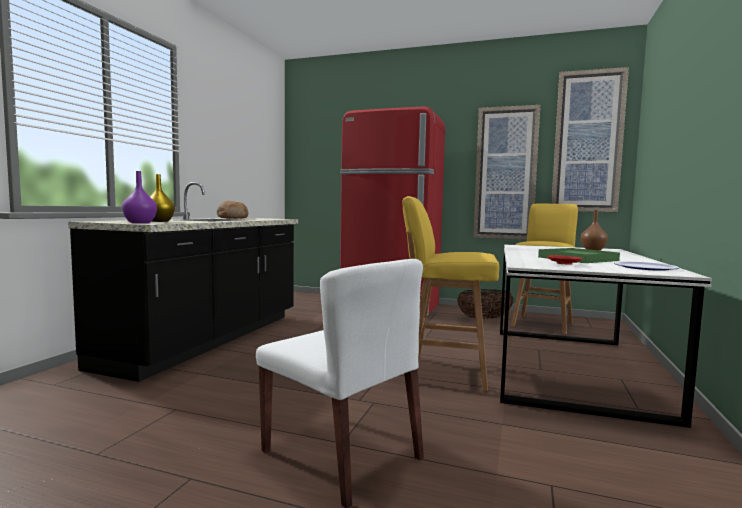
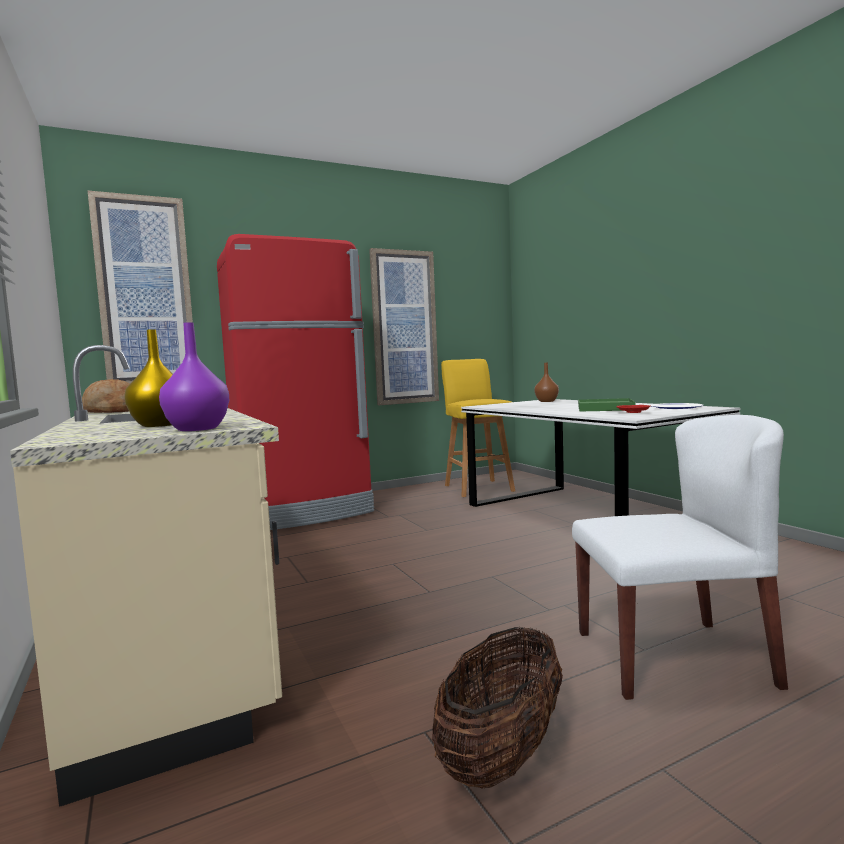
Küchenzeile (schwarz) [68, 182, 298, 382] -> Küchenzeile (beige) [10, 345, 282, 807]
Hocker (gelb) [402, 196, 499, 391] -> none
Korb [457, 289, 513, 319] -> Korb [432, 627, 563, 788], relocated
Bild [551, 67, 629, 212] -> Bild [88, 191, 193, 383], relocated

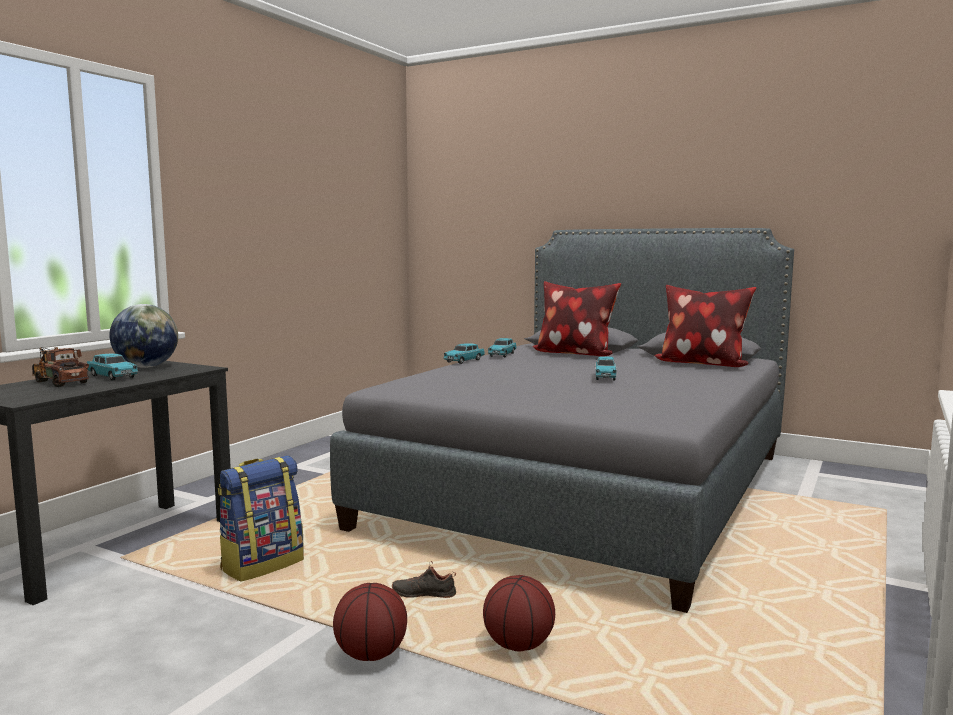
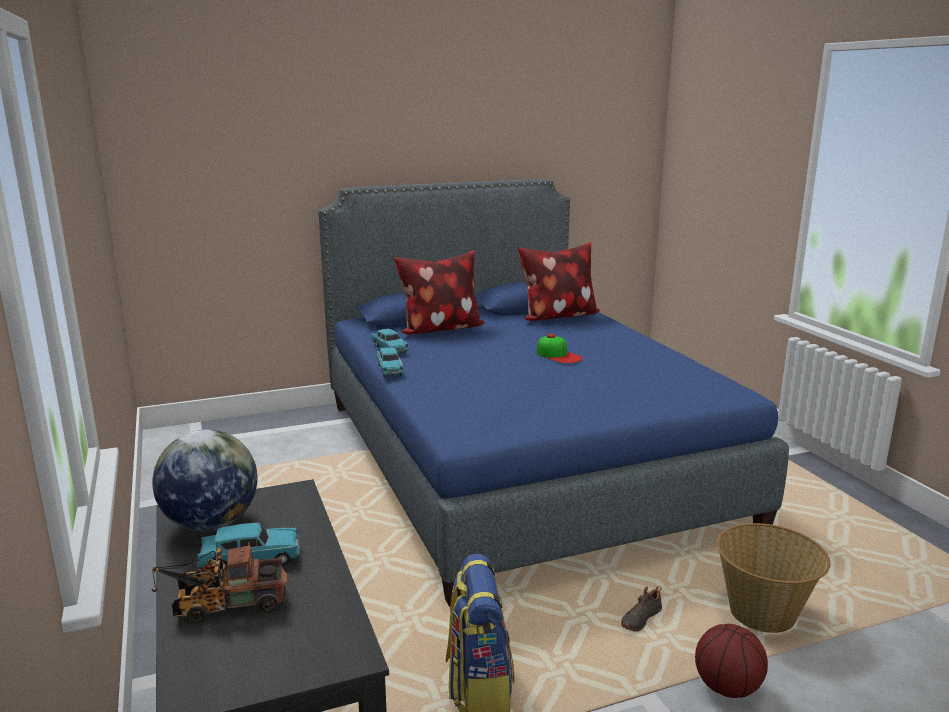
Bett (grau) [330, 228, 794, 613] -> Bett (blau) [318, 179, 789, 607]
Basketball [483, 575, 555, 651] -> Korb [717, 523, 830, 633]
Spielzeugauto (türkis) [596, 356, 617, 380] -> Kappe [536, 334, 582, 363]

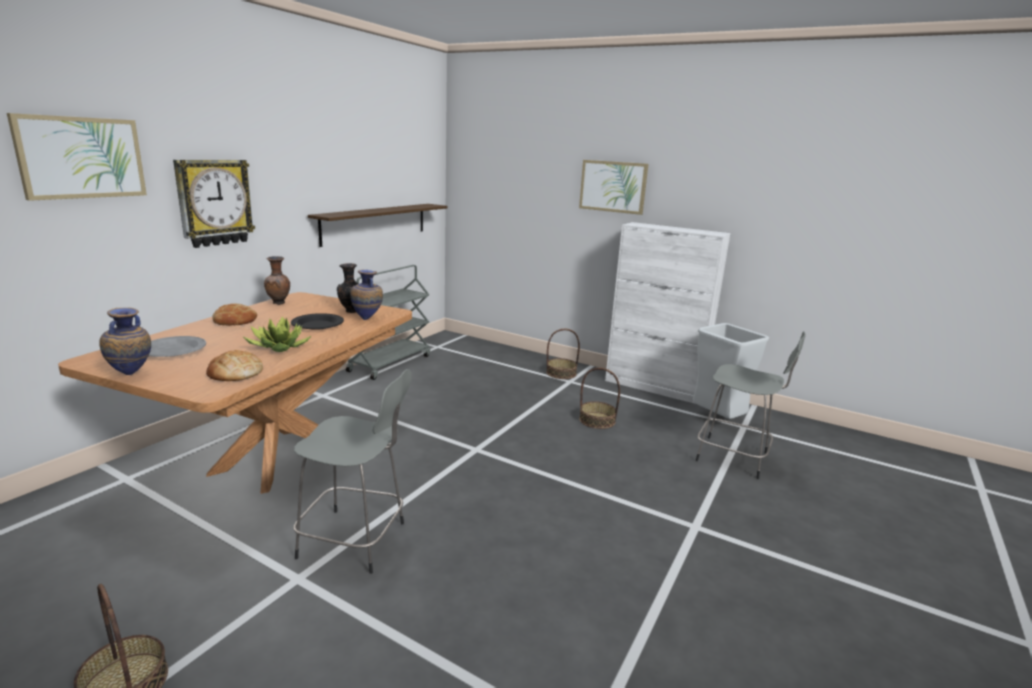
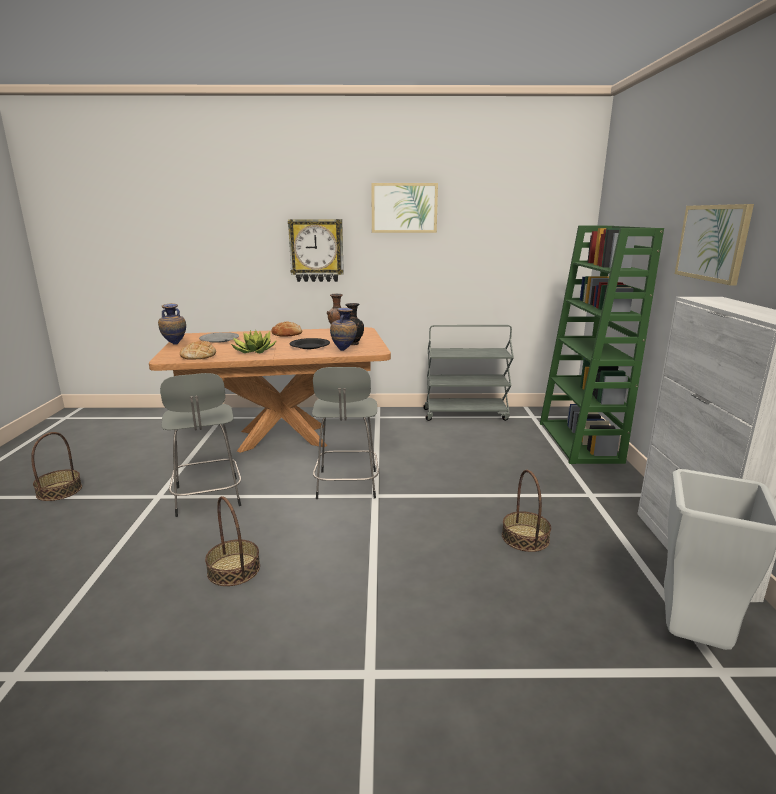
Bild [7, 113, 147, 201] -> Bild [371, 183, 438, 233], relocated
Wandregal [308, 204, 447, 247] -> none
Korb [546, 329, 580, 379] -> Korb [205, 496, 260, 586], relocated
Hocker (grau) [695, 331, 806, 479] -> Hocker (grau) [312, 367, 379, 499], relocated
none -> Bücherregal (grün) [540, 226, 664, 464]

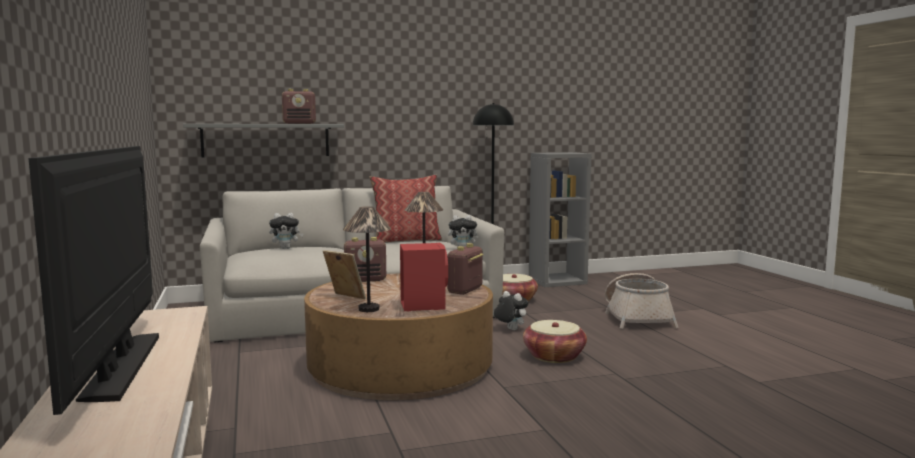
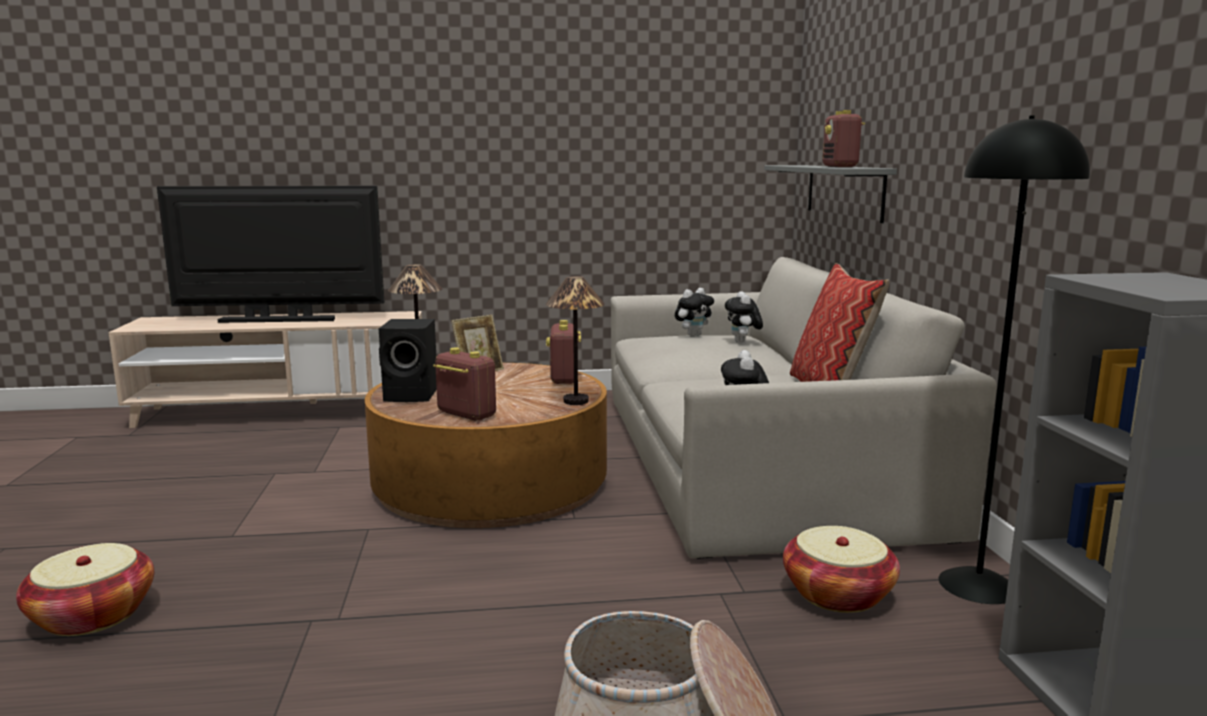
Lautsprecher (rot) [400, 243, 448, 311] -> Lautsprecher (schwarz) [379, 319, 437, 402]
Plüschtier [494, 291, 529, 330] -> Plüschtier [675, 288, 714, 337], relocated
Korb [523, 320, 587, 363] -> Korb [16, 543, 154, 636], relocated

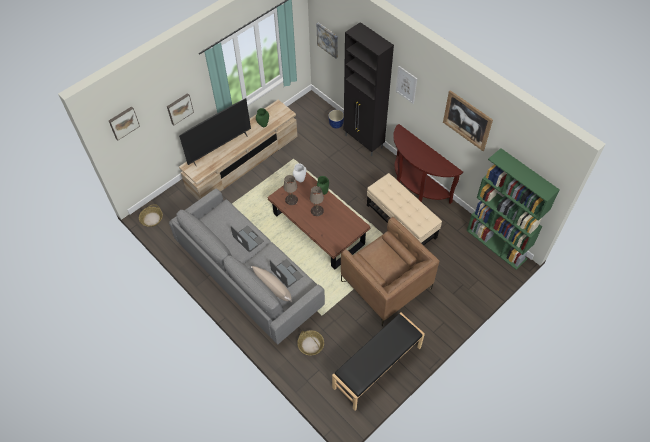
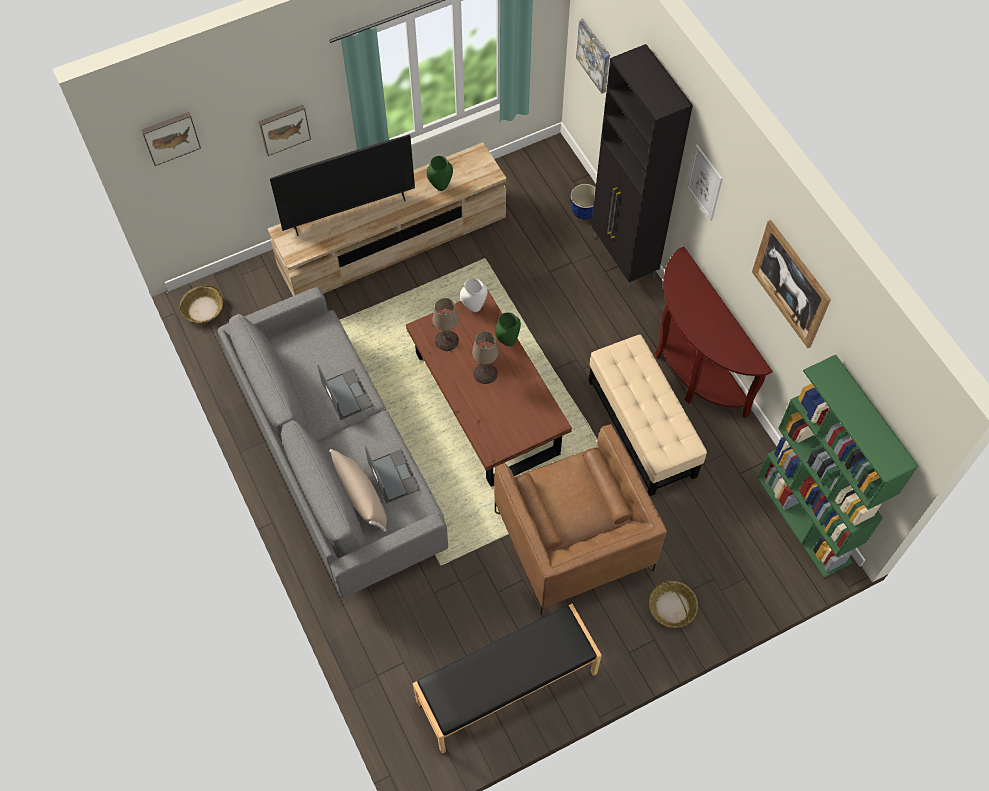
Korb [297, 330, 324, 356] -> Korb [649, 580, 698, 628], relocated

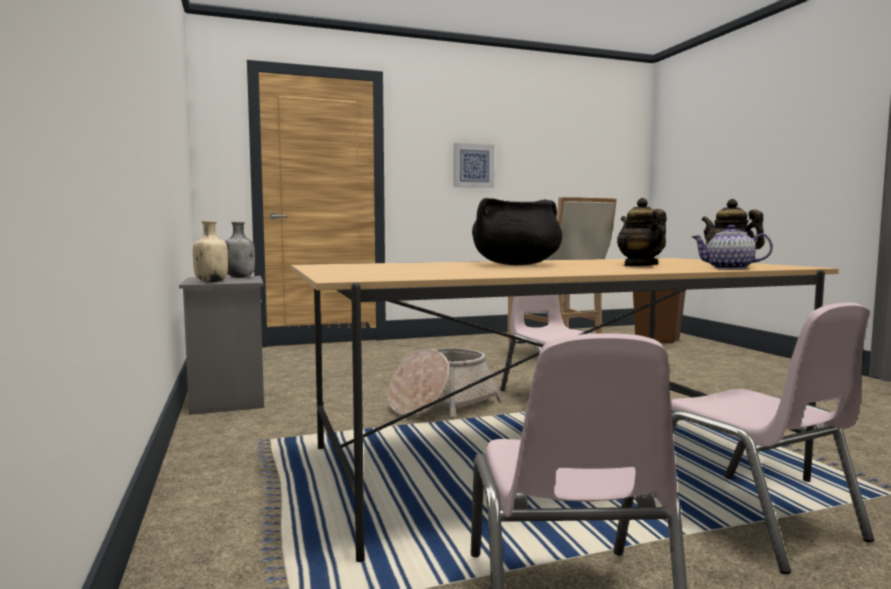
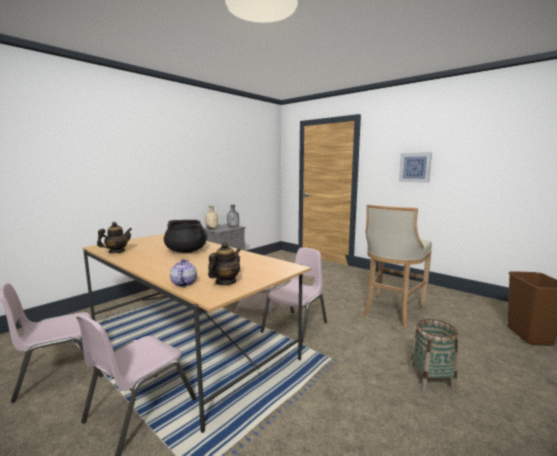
Teekanne [617, 198, 667, 266] -> Teekanne [97, 222, 132, 253], relocated
none -> Korb [409, 319, 458, 393]

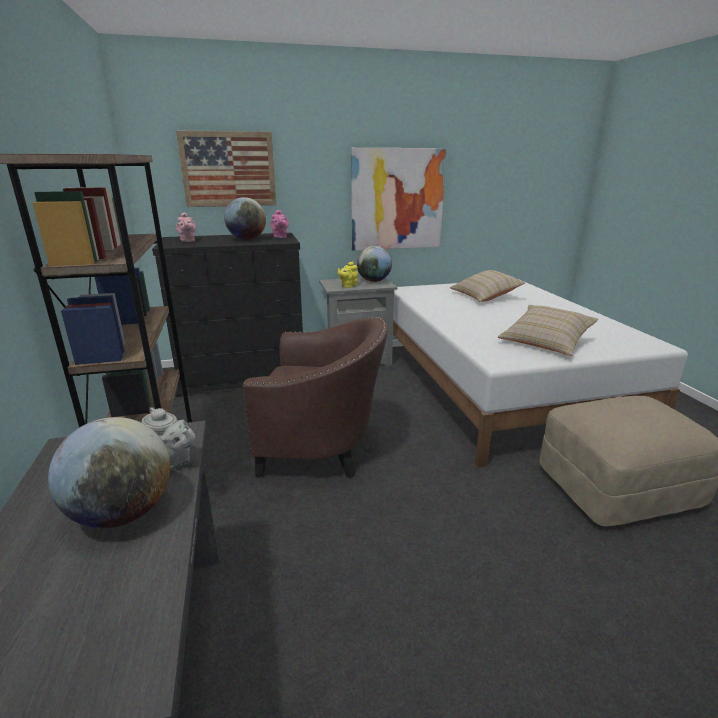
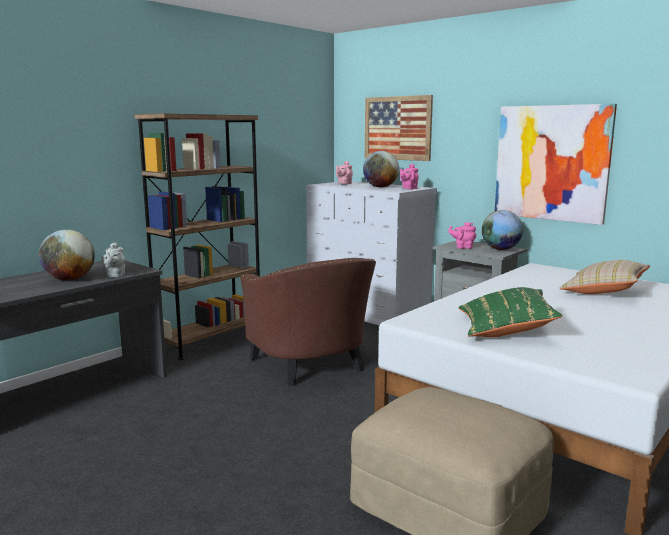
Kommode (schwarz) [152, 233, 303, 397] -> Kommode (weiß) [306, 182, 437, 325]
Teekanne (gelb) [338, 262, 358, 288] -> Teekanne (rosa) [448, 222, 476, 249]
Kissen (beige) [498, 305, 598, 356] -> Kissen (grün) [459, 287, 562, 337]

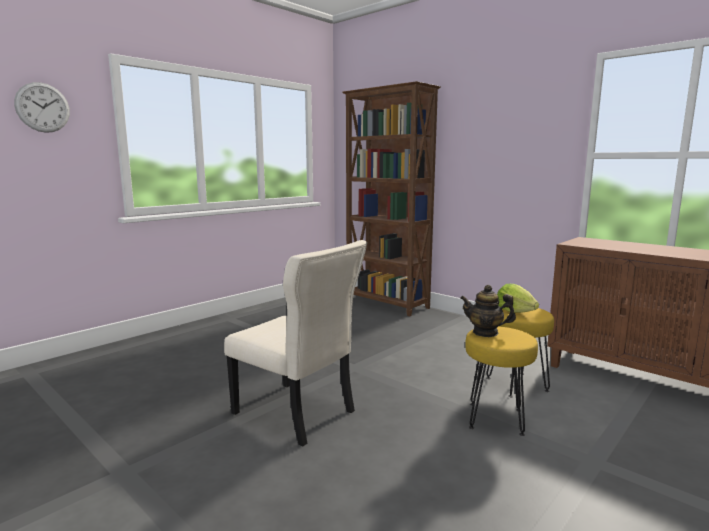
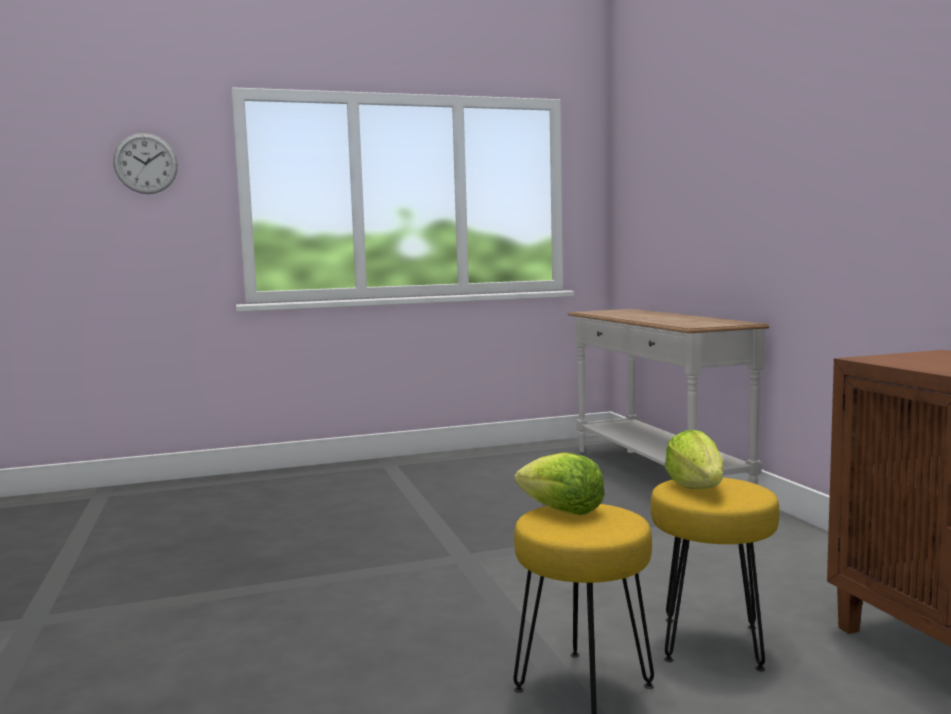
Stuhl (beige) [224, 240, 367, 447] -> none
Bücherregal (braun) [342, 81, 441, 316] -> Konsolentisch (weiß) [568, 309, 769, 485]
Teekanne [460, 285, 516, 337] -> Salatkopf [515, 452, 605, 515]

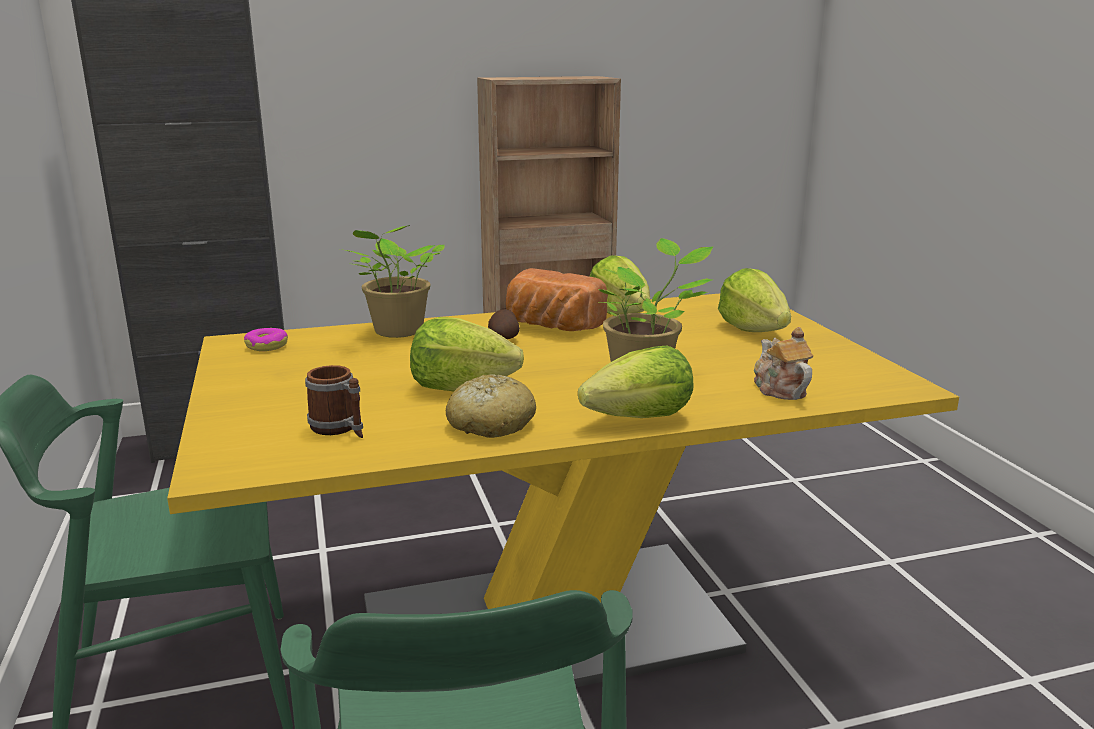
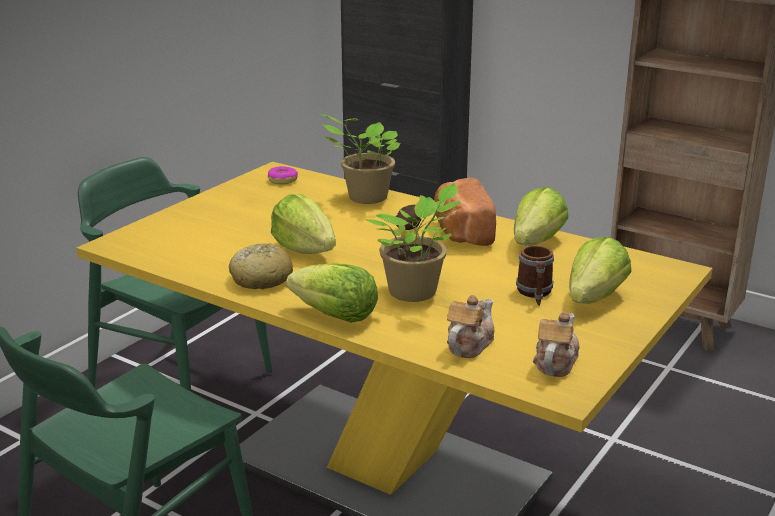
Henkelbecher [305, 365, 363, 438] -> Henkelbecher [516, 245, 554, 306], relocated
none -> Teekanne [533, 312, 580, 377]

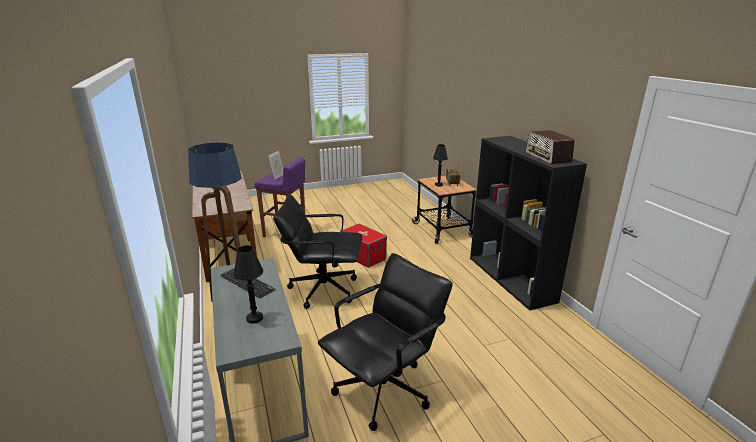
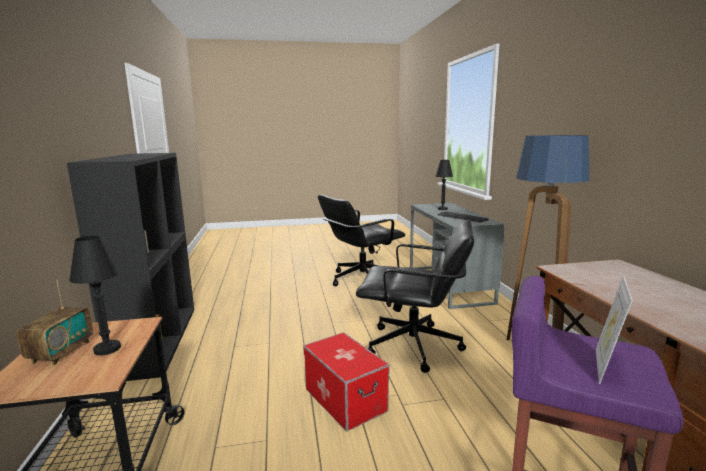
Radio [526, 130, 575, 164] -> none

